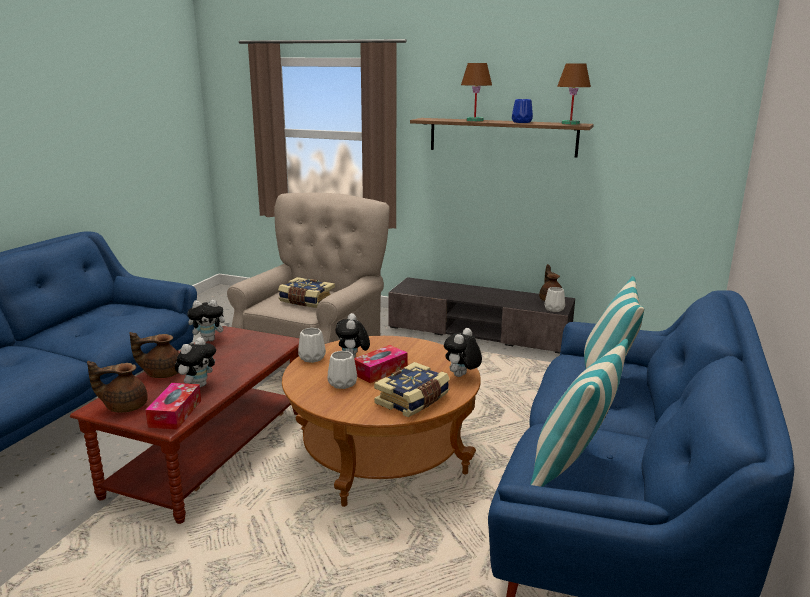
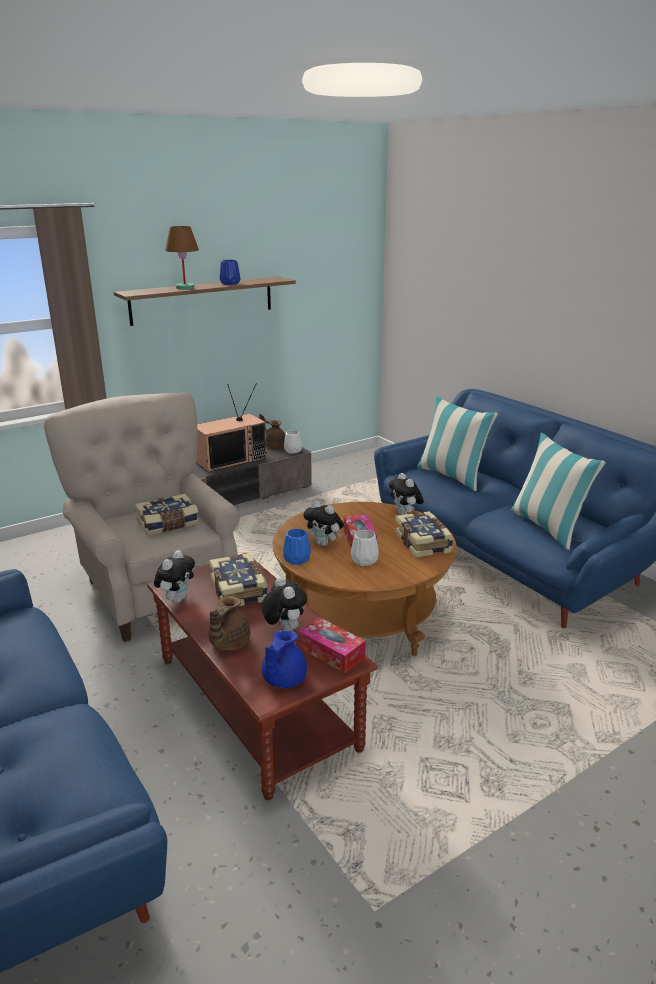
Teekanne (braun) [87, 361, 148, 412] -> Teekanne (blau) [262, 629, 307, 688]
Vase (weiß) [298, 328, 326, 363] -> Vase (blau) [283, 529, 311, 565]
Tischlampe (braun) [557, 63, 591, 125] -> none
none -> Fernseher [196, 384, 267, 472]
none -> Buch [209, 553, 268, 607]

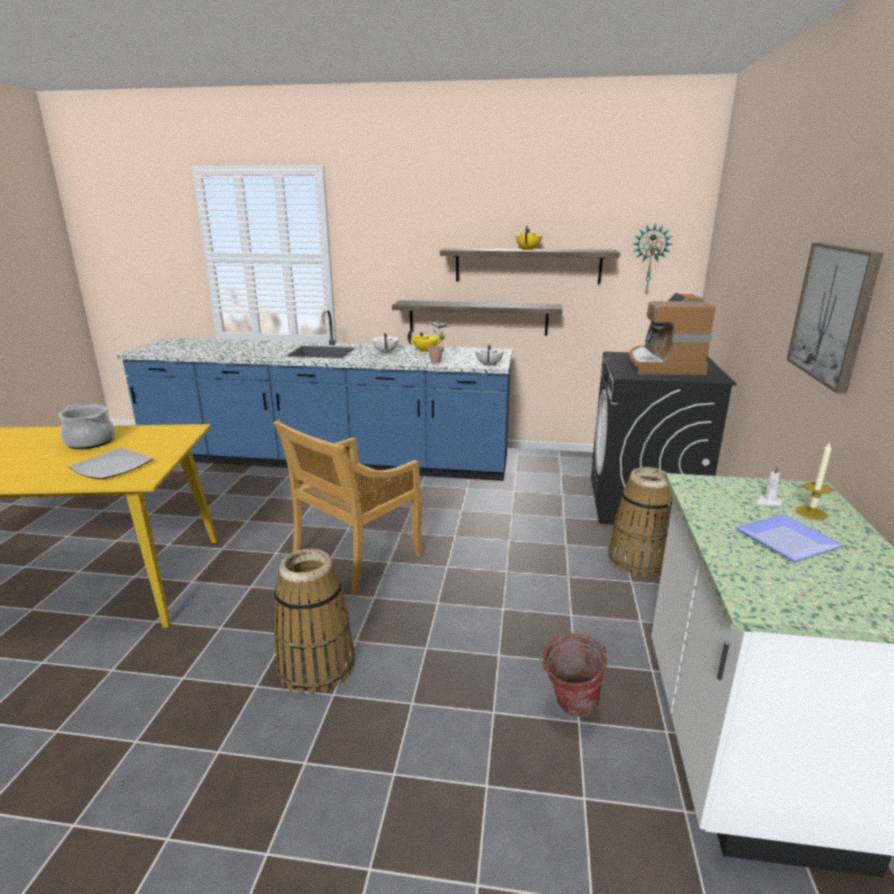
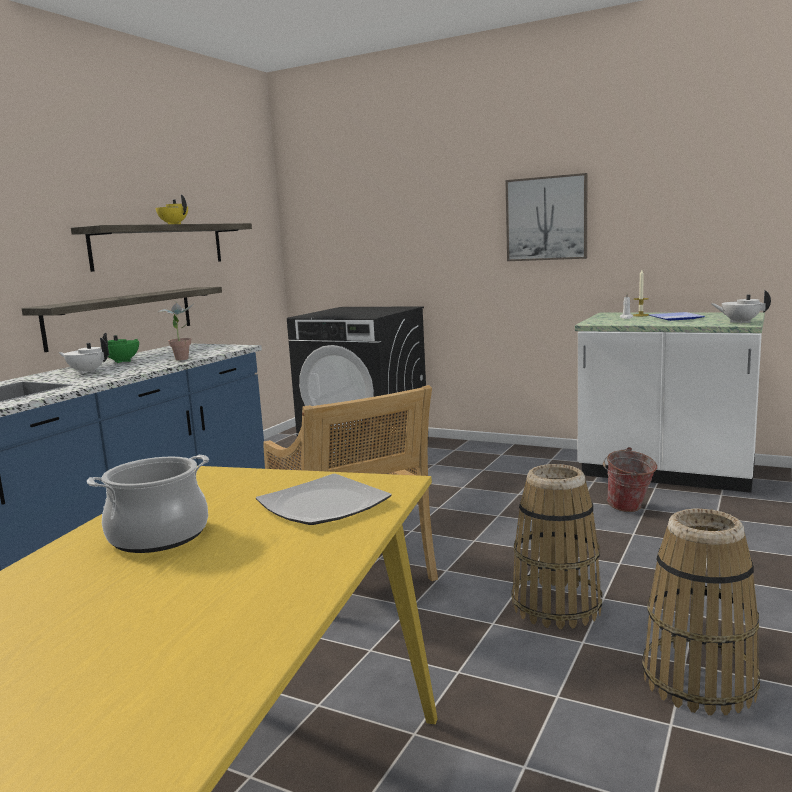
Teekanne (gelb) [407, 329, 445, 353] -> Teekanne (grün) [102, 333, 139, 363]
Teekanne (weiß) [475, 344, 504, 367] -> Teekanne (weiß) [710, 290, 771, 324], relocated
Korb [608, 467, 673, 578] -> Korb [642, 509, 760, 715], relocated
Kaffeemaschine [629, 293, 715, 375] -> none
Wanduhr [633, 224, 672, 295] -> none

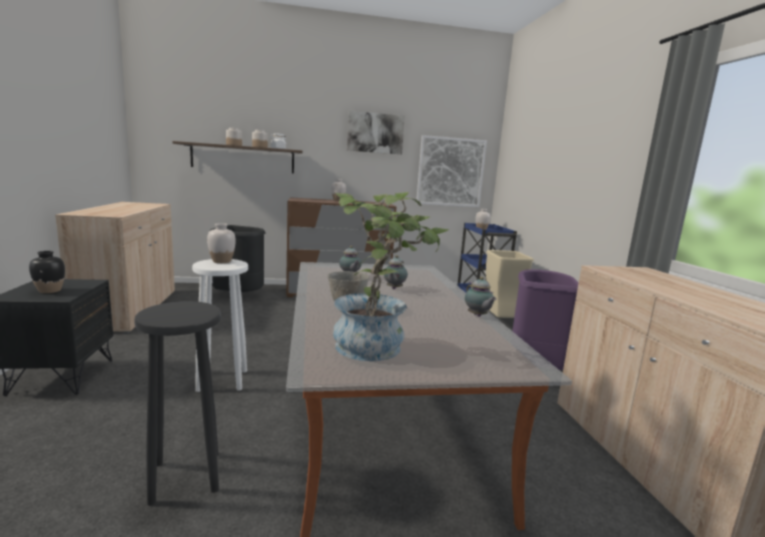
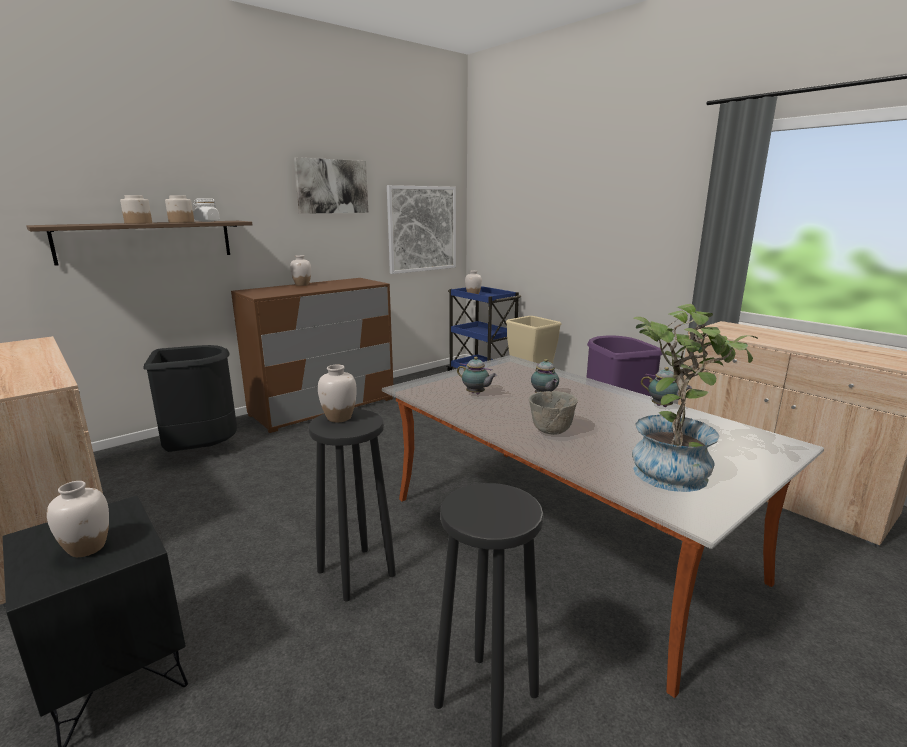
Vase (schwarz) [29, 251, 65, 293] -> Vase (weiß) [47, 481, 109, 557]
Hocker (weiß) [192, 259, 248, 392] -> Hocker (schwarz) [308, 409, 396, 601]

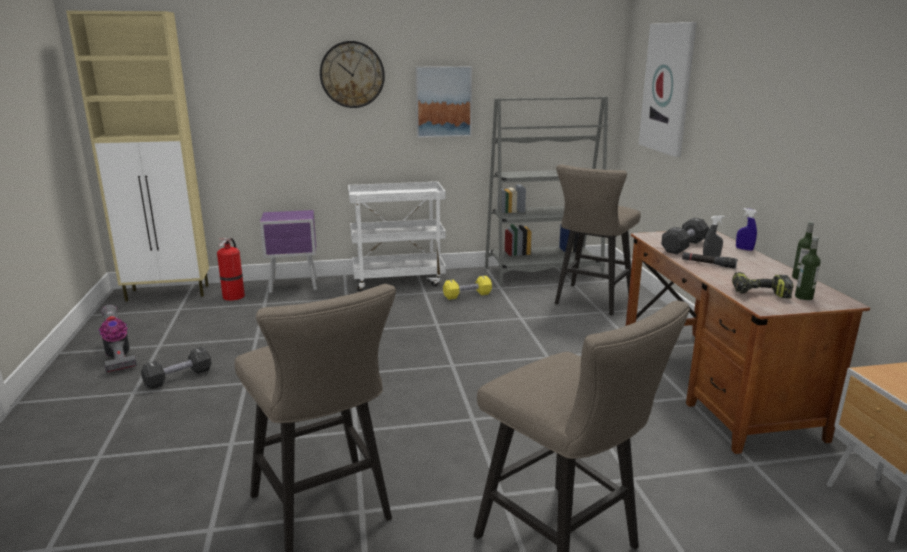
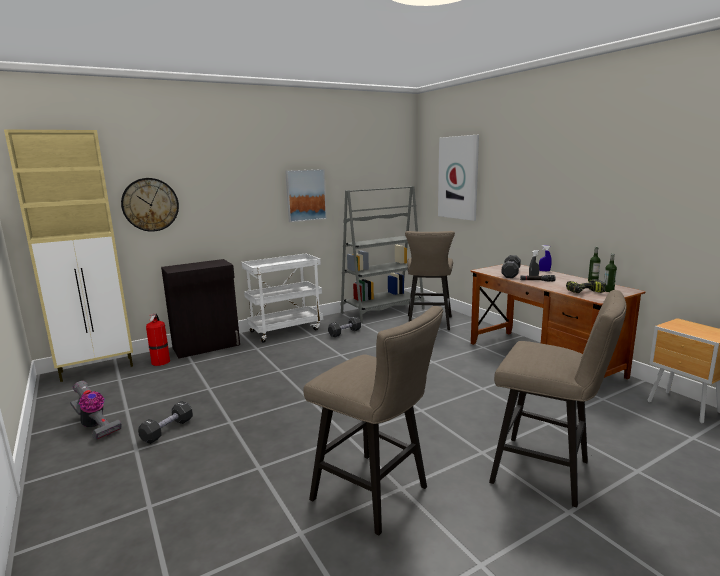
Nachttisch (lila) [260, 210, 317, 293] -> Schrank (schwarz) [161, 259, 240, 358]
Wanduhr [320, 41, 385, 108] -> Wanduhr [121, 178, 179, 232], relocated
Hantel (gelb) [443, 276, 492, 300] -> Hantel (schwarz) [328, 317, 361, 337]

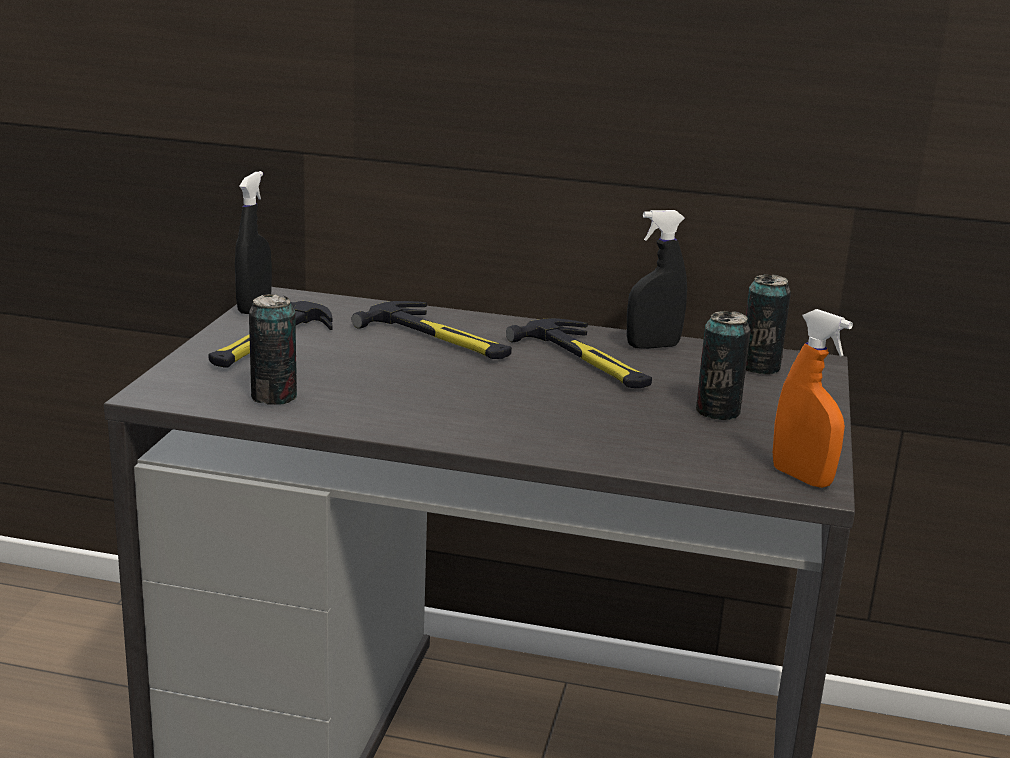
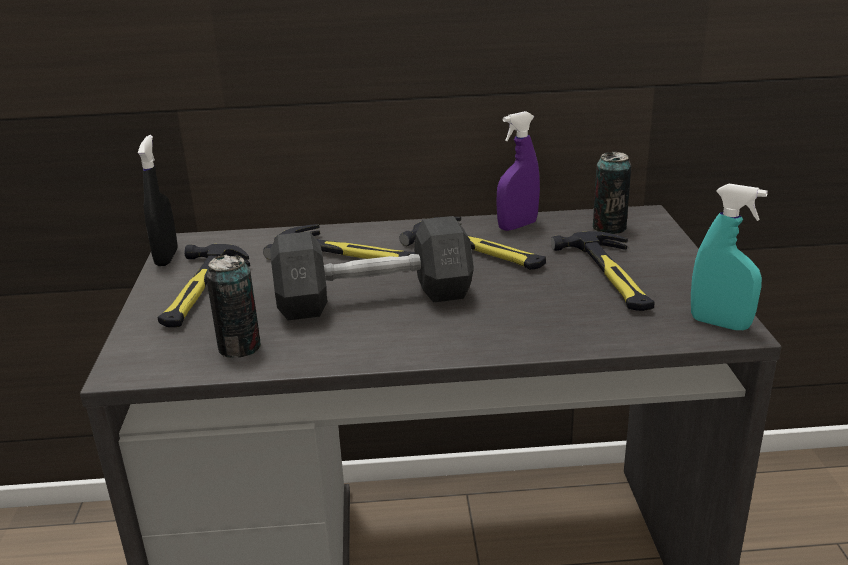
Sprühflasche (schwarz) [627, 210, 687, 349] -> Sprühflasche (lila) [496, 111, 540, 231]
Dose [696, 311, 750, 420] -> Hammer [551, 231, 655, 311]
Sprühflasche (orange) [773, 309, 853, 488] -> Sprühflasche (türkis) [691, 184, 768, 330]
none -> Hantel (grau) [270, 216, 474, 320]

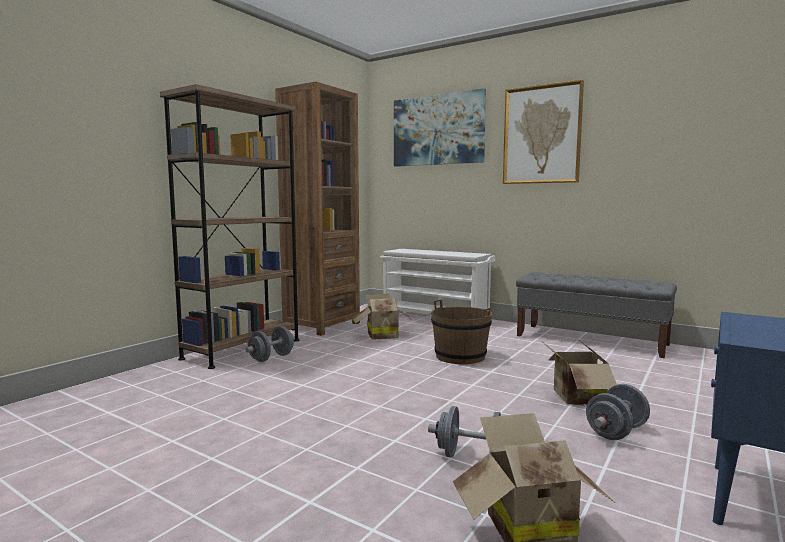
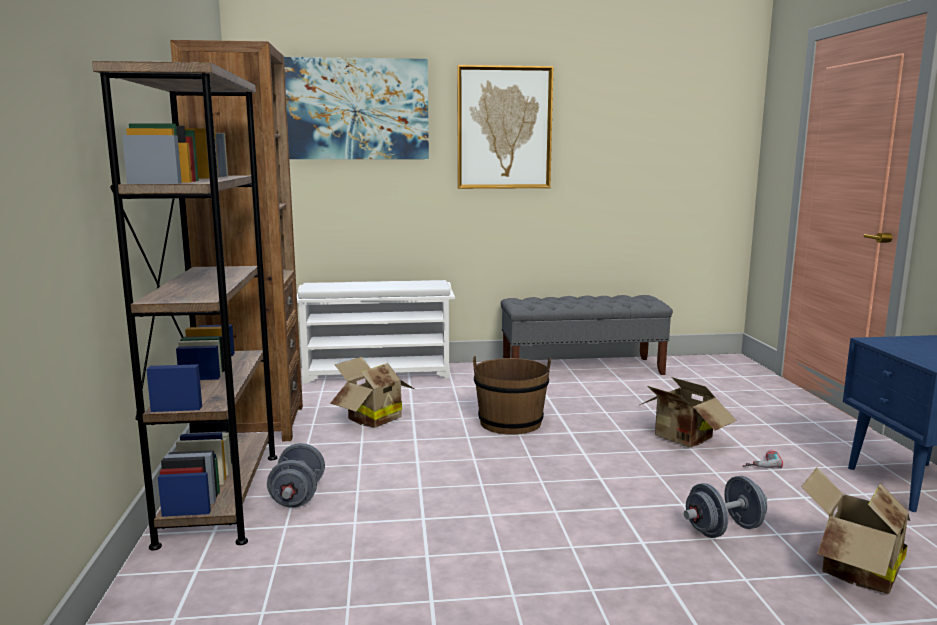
Hantel (grau) [586, 384, 650, 440] -> Bohrmaschine [743, 449, 783, 468]

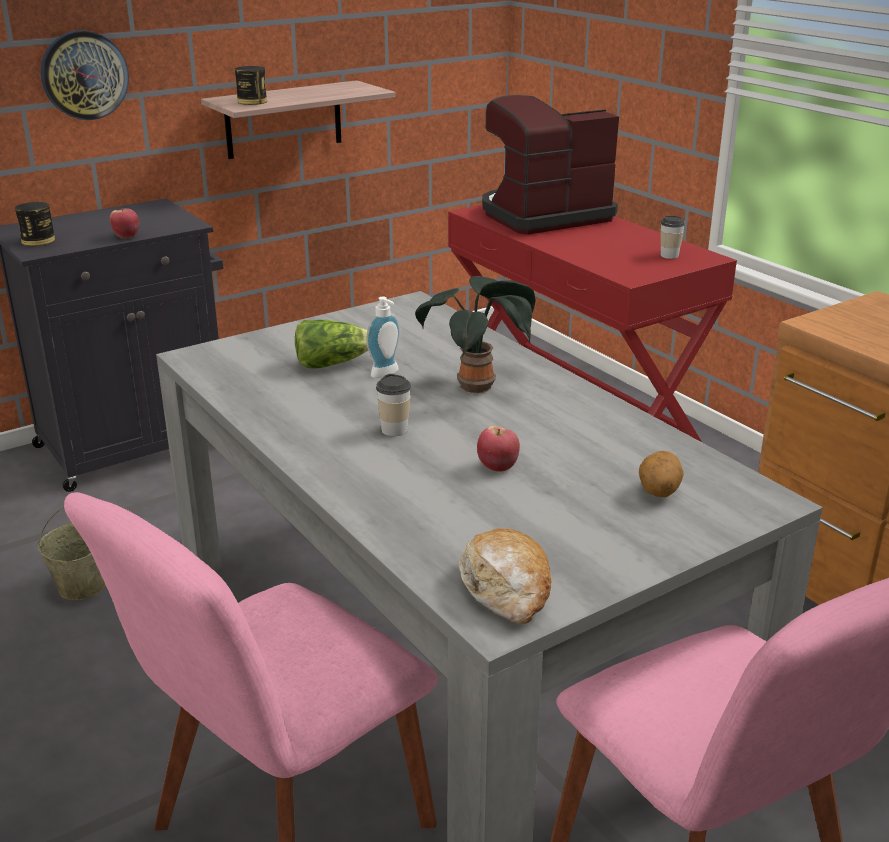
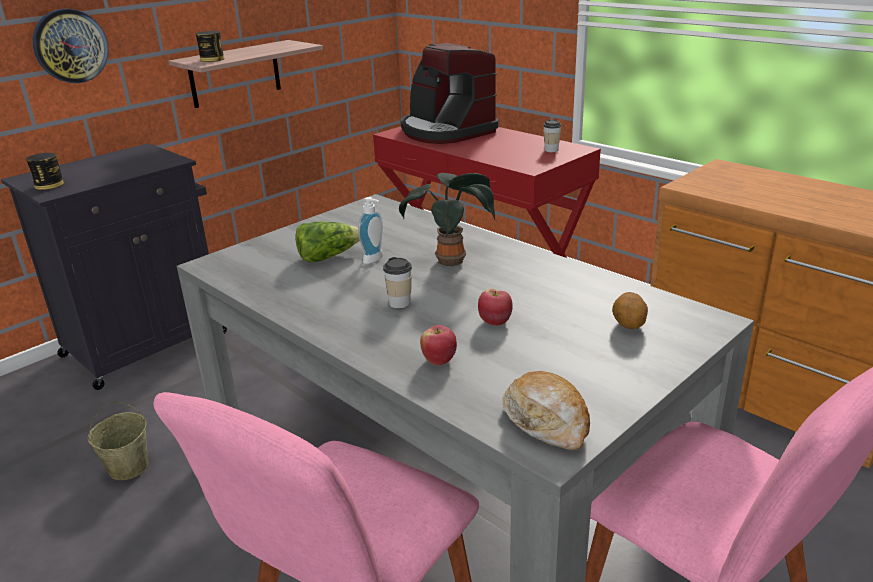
Apfel [110, 208, 139, 239] -> Apfel [420, 325, 457, 365], relocated
Kaffeemaschine [482, 95, 619, 235] -> Kaffeemaschine [400, 43, 499, 144], 90 degrees counterclockwise

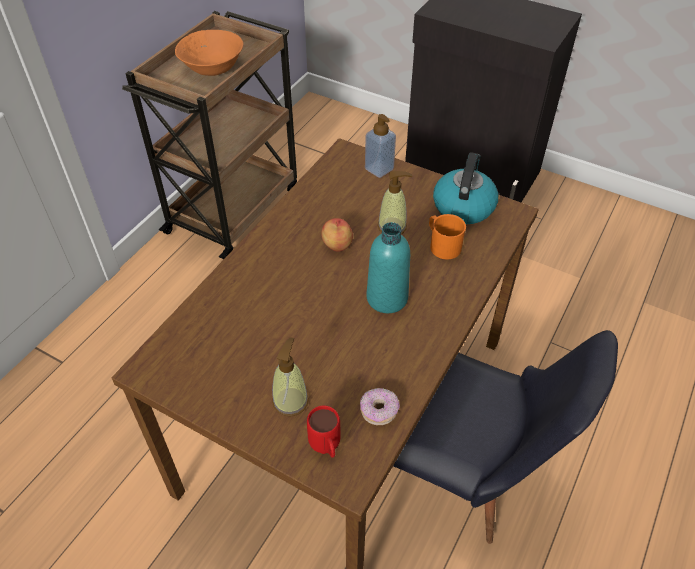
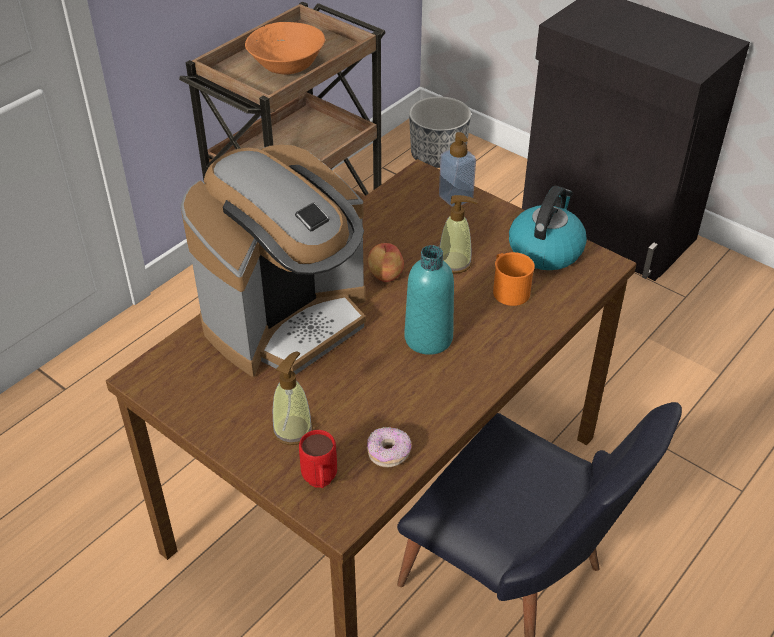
none -> Kaffeemaschine [181, 145, 366, 377]
none -> Pflanzkübel [409, 96, 471, 168]

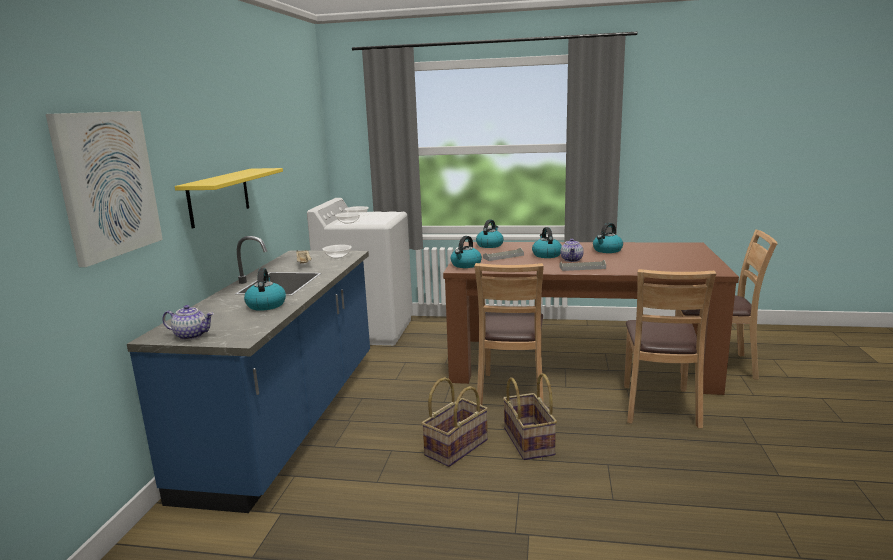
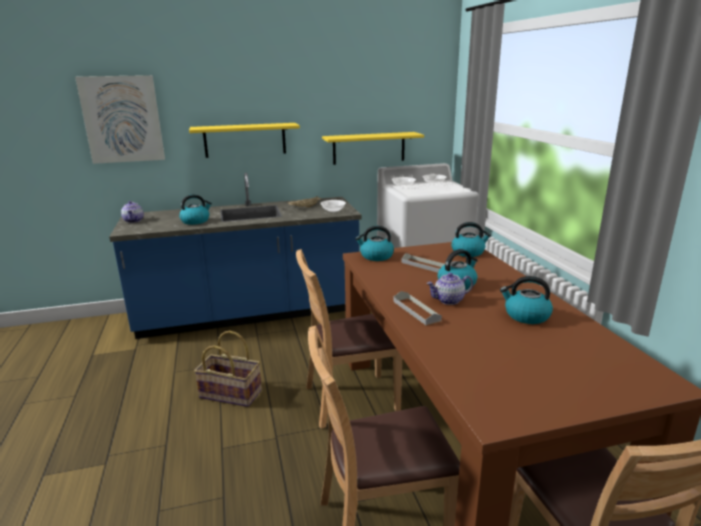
Korb [503, 373, 557, 460] -> none
none -> Wandregal (gelb) [322, 132, 424, 165]

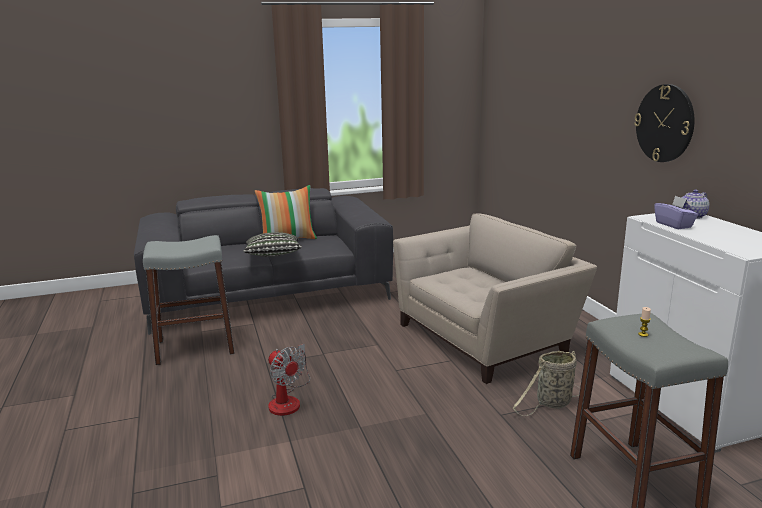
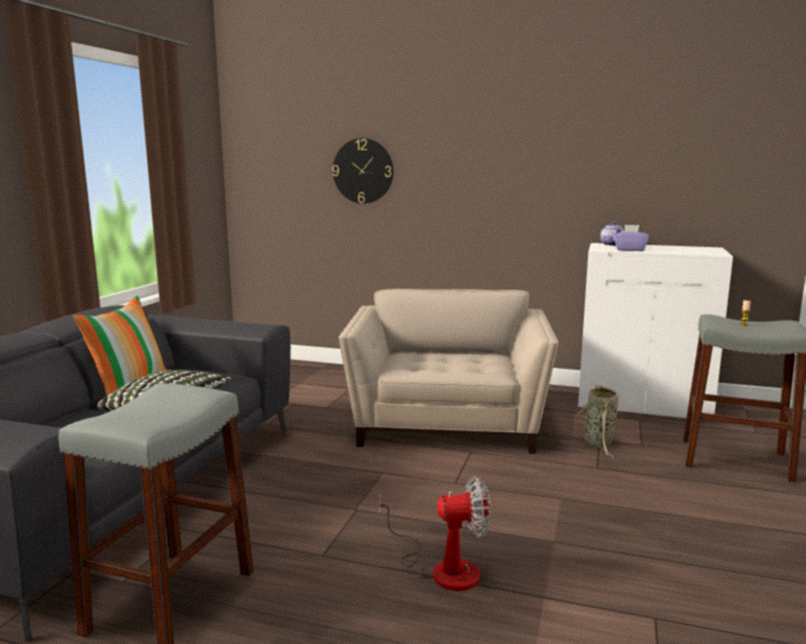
Wanduhr [634, 84, 695, 162] -> Wanduhr [332, 138, 393, 204], relocated

